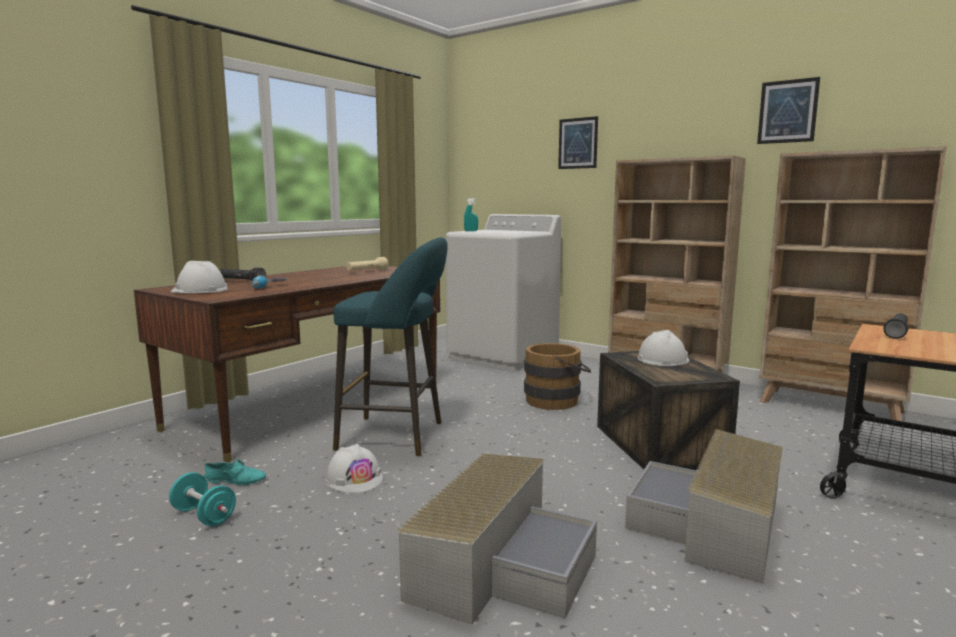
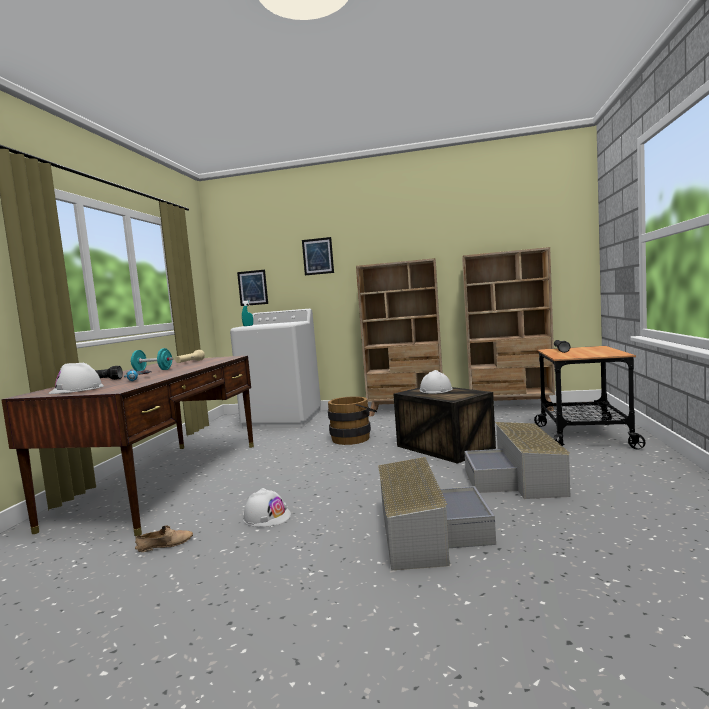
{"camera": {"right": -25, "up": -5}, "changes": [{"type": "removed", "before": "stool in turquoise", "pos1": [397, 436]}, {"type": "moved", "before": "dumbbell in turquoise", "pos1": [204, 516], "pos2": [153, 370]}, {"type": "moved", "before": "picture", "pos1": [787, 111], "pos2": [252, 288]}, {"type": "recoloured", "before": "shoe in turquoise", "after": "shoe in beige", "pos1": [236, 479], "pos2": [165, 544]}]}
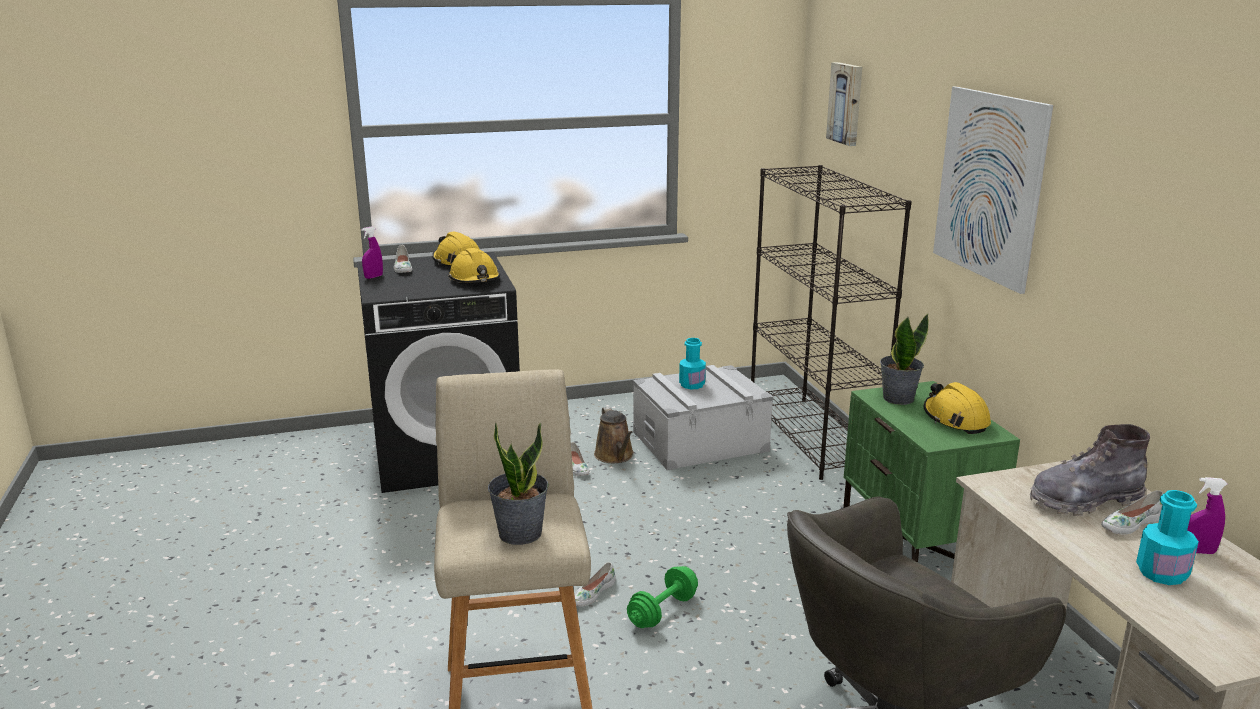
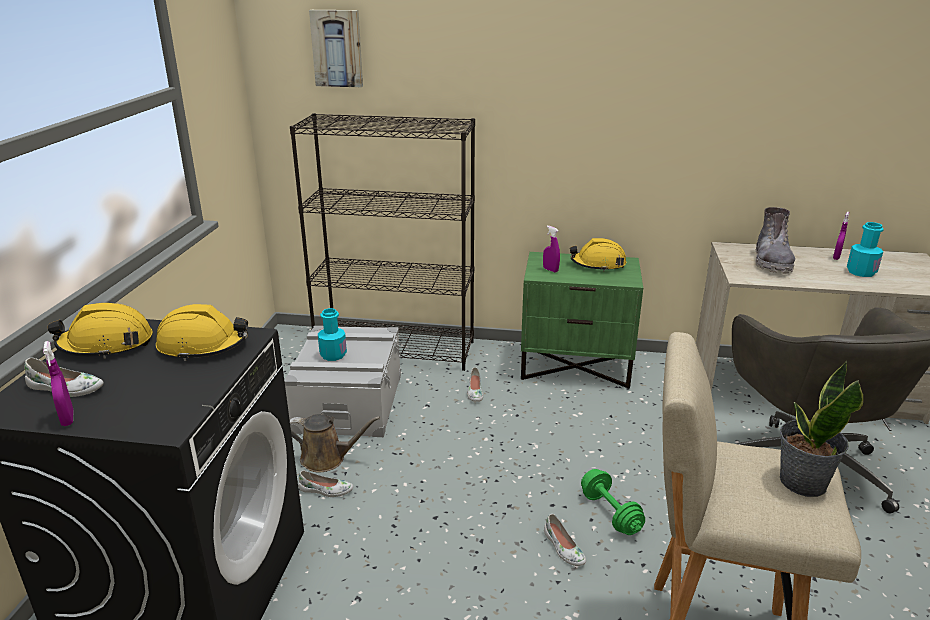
{"camera": {"right": -65, "up": 5}, "changes": [{"type": "removed", "before": "picture", "pos1": [989, 186]}, {"type": "moved", "before": "shoe in white", "pos1": [1130, 523], "pos2": [474, 391]}, {"type": "replaced", "before": "potted plant", "after": "spray bottle in purple", "pos1": [897, 398], "pos2": [550, 270]}]}
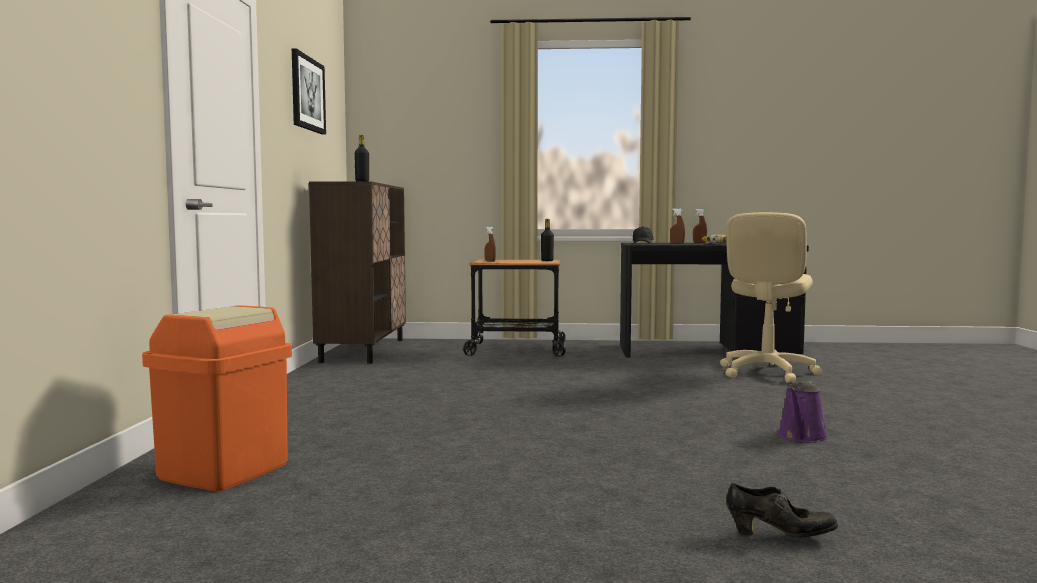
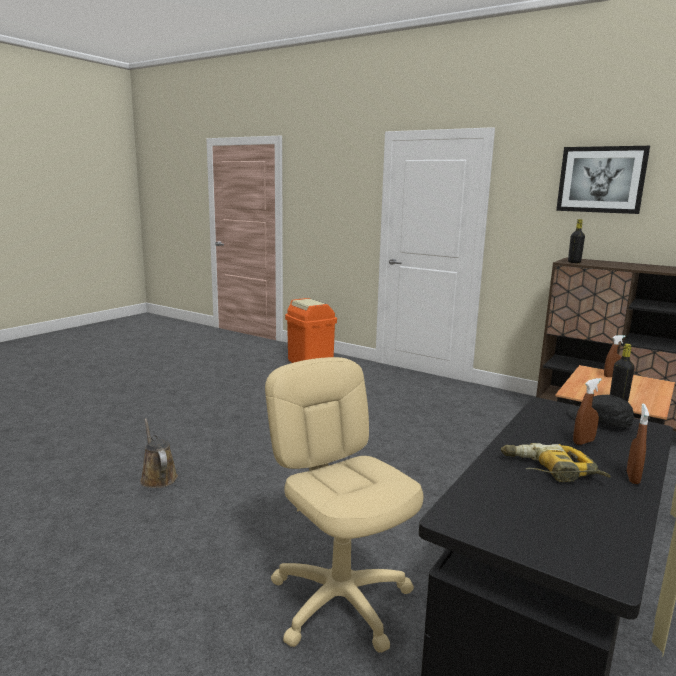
{"camera": {"right": 120, "up": 10}, "changes": [{"type": "removed", "before": "shoe in black", "pos1": [780, 536]}, {"type": "recoloured", "before": "watering can in purple", "after": "watering can in brown", "pos1": [801, 437], "pos2": [158, 477]}]}
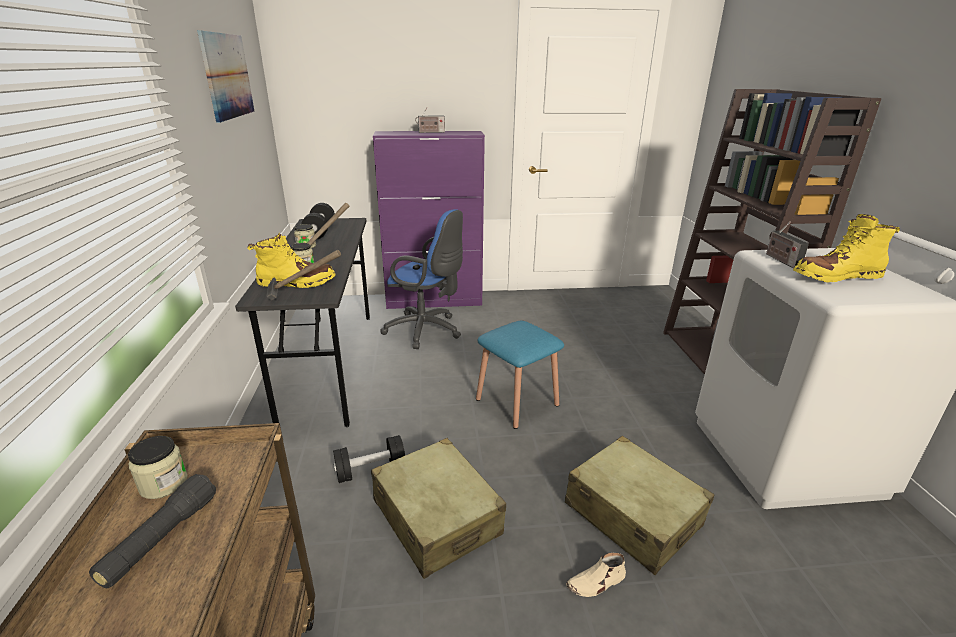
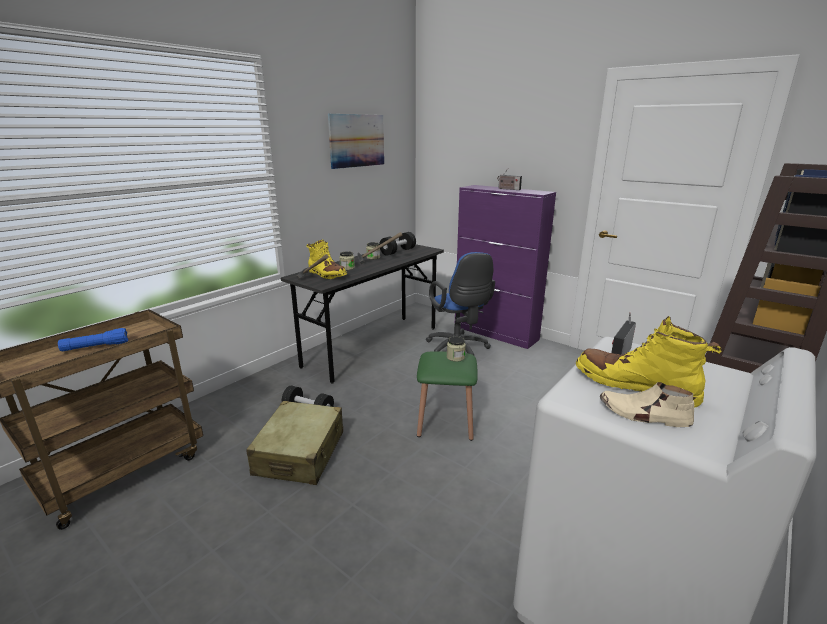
{"camera": {"right": 45, "up": -5}, "changes": [{"type": "removed", "before": "suitcase in beige", "pos1": [632, 514]}, {"type": "moved", "before": "jar", "pos1": [163, 483], "pos2": [455, 357]}, {"type": "moved", "before": "shoe in beige", "pos1": [596, 582], "pos2": [643, 415]}, {"type": "recoloured", "before": "flashlight in black", "after": "flashlight in blue", "pos1": [161, 538], "pos2": [95, 347]}, {"type": "recoloured", "before": "stool in blue", "after": "stool in green", "pos1": [517, 402], "pos2": [445, 422]}]}
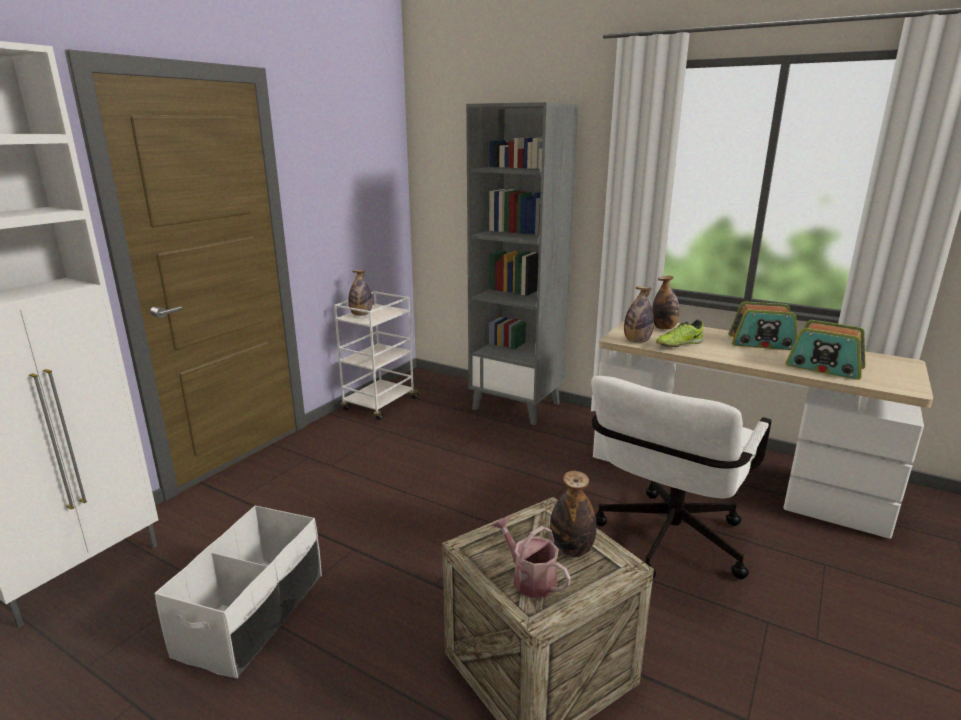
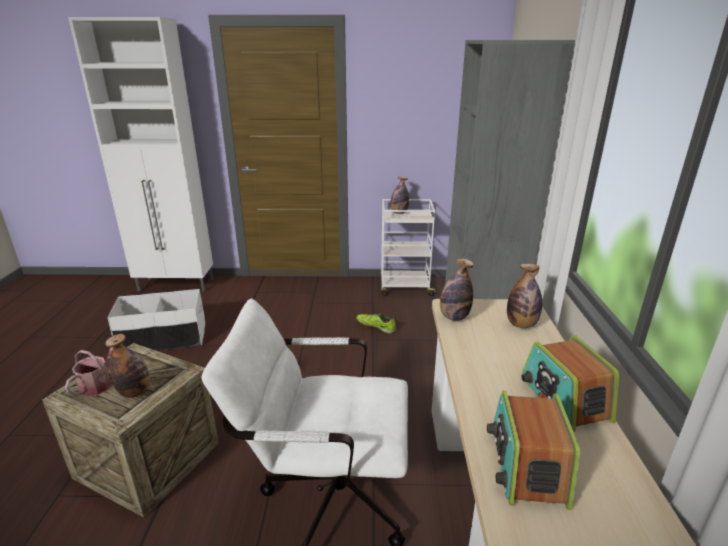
{"camera": {"right": 60, "up": 5}, "changes": [{"type": "moved", "before": "shoe", "pos1": [678, 344], "pos2": [376, 326]}]}
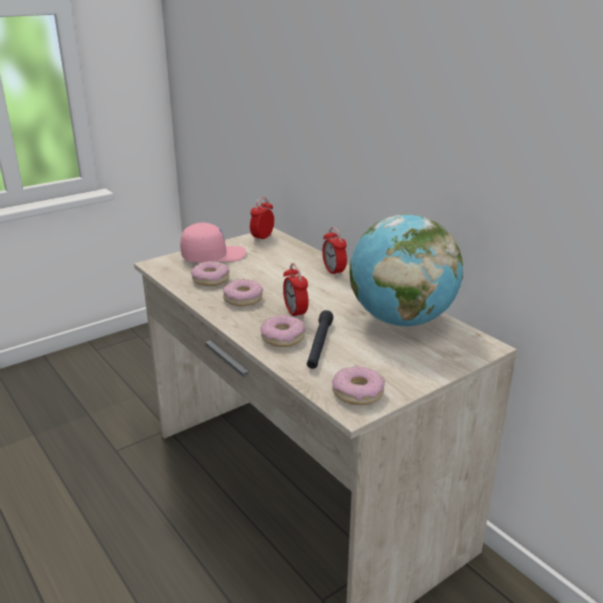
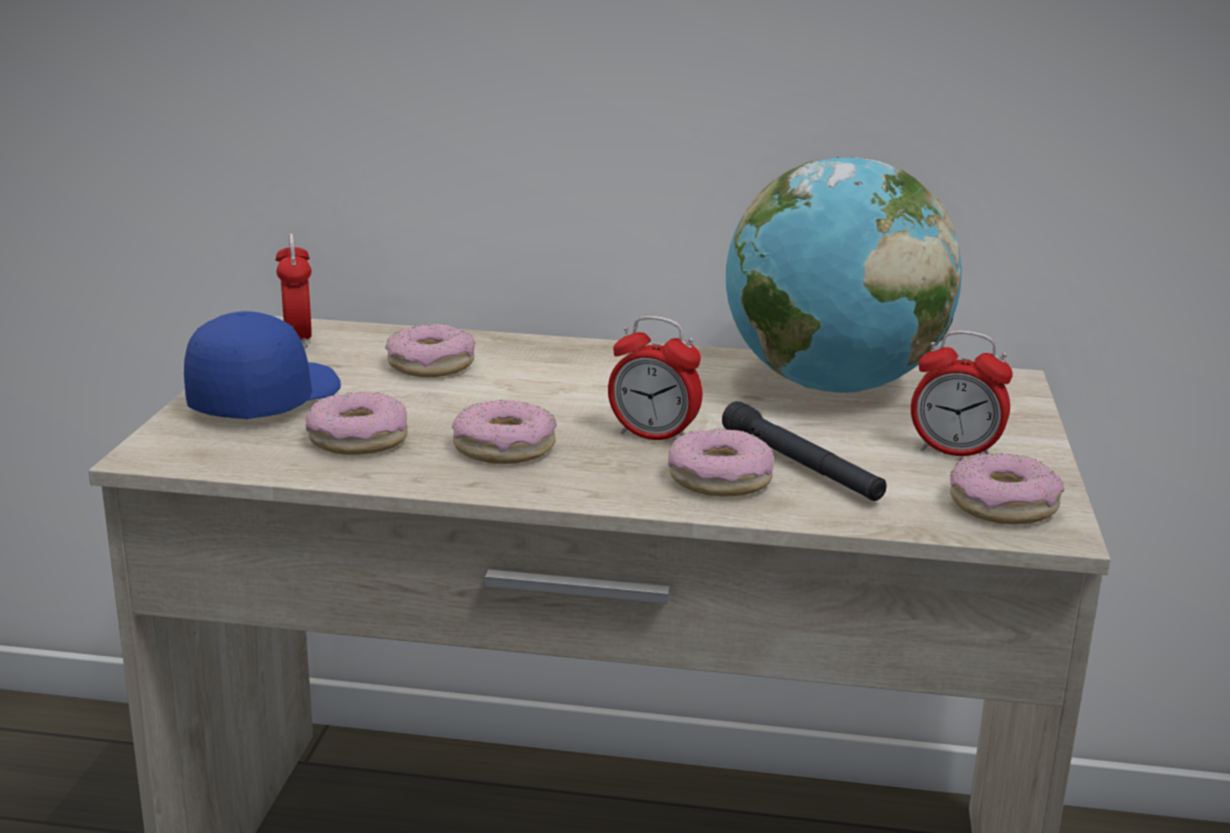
{"camera": {"right": -45, "up": -5}, "changes": [{"type": "added", "after": "donut", "pos2": [431, 365]}, {"type": "moved", "before": "alarm clock", "pos1": [334, 272], "pos2": [955, 452]}, {"type": "recoloured", "before": "cap in pink", "after": "cap in blue", "pos1": [213, 256], "pos2": [264, 399]}]}
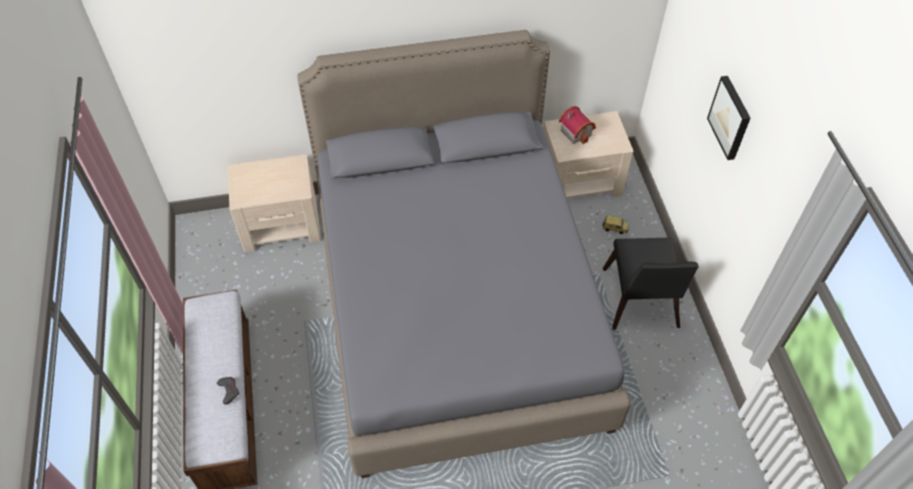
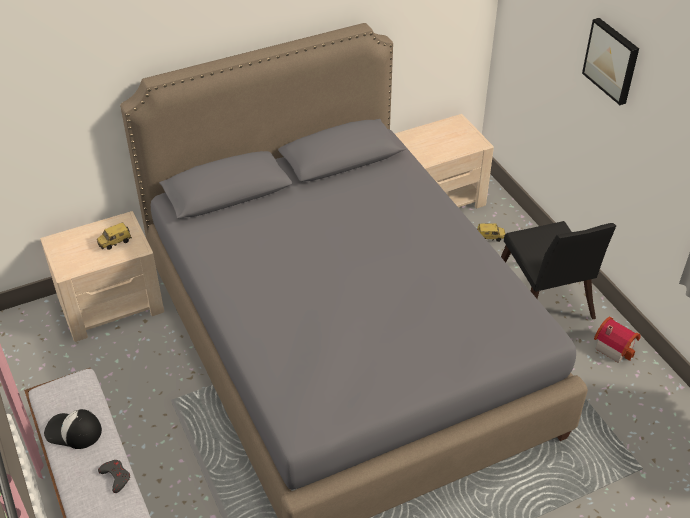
{"camera": {"right": -15, "up": -10}, "changes": [{"type": "added", "after": "cap", "pos2": [73, 431]}, {"type": "added", "after": "toy car", "pos2": [115, 243]}, {"type": "moved", "before": "toy house", "pos1": [577, 131], "pos2": [614, 346]}]}
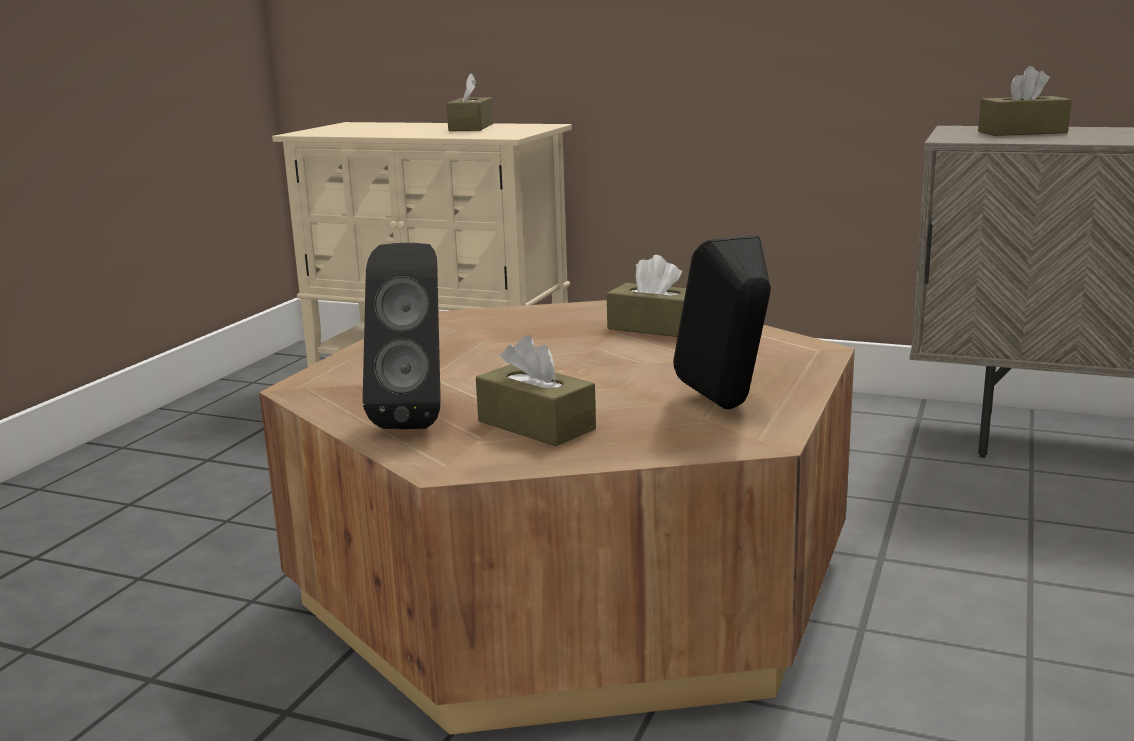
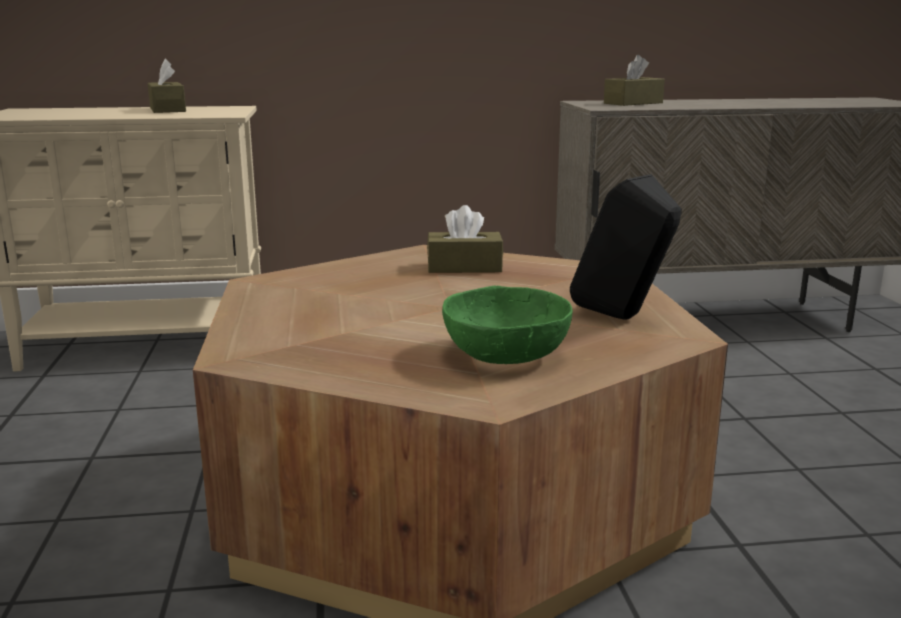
{"camera": {"right": -30, "up": 0}, "changes": [{"type": "removed", "before": "speaker in black", "pos1": [415, 418]}, {"type": "replaced", "before": "tissue box in brown", "after": "bowl in green", "pos1": [536, 425], "pos2": [506, 355]}]}
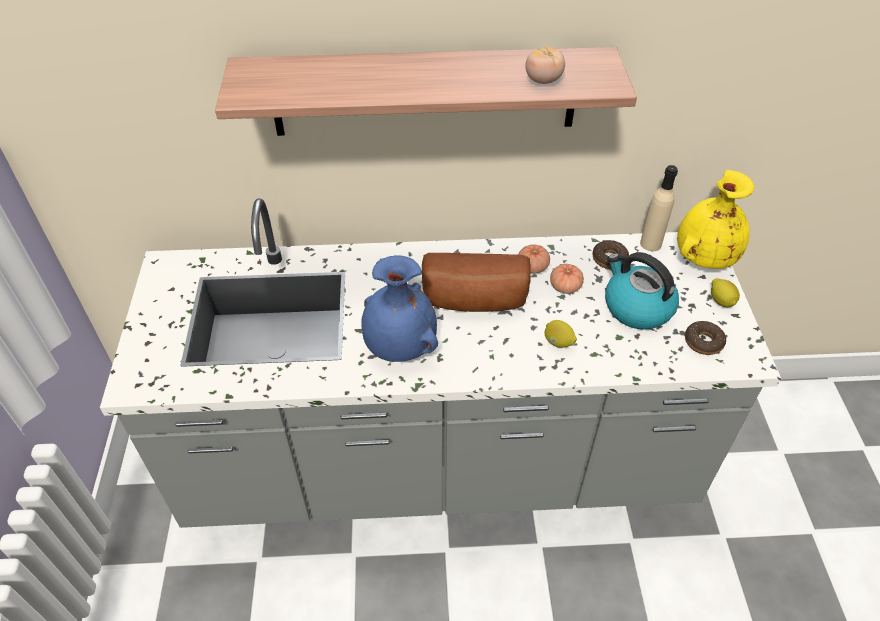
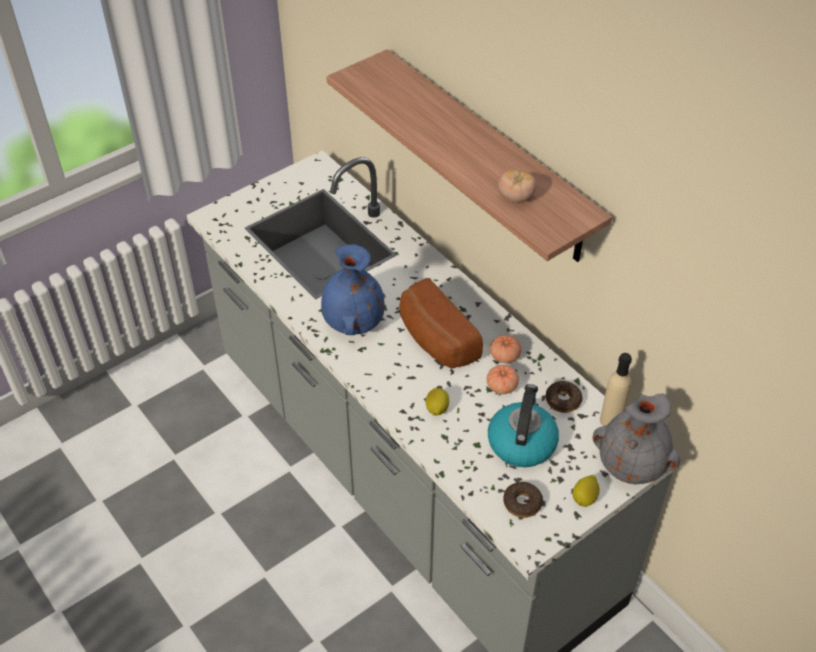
{"camera": {"right": 55, "up": 0}, "changes": [{"type": "recoloured", "before": "vase in yellow", "after": "vase in grey", "pos1": [703, 257], "pos2": [631, 464]}]}
